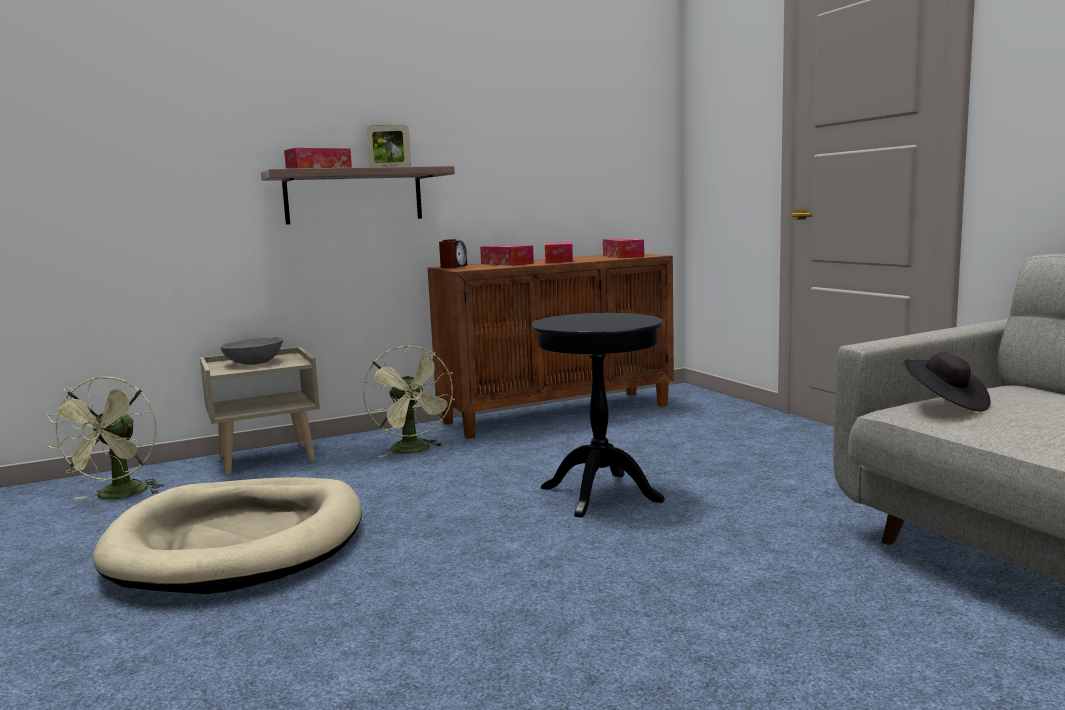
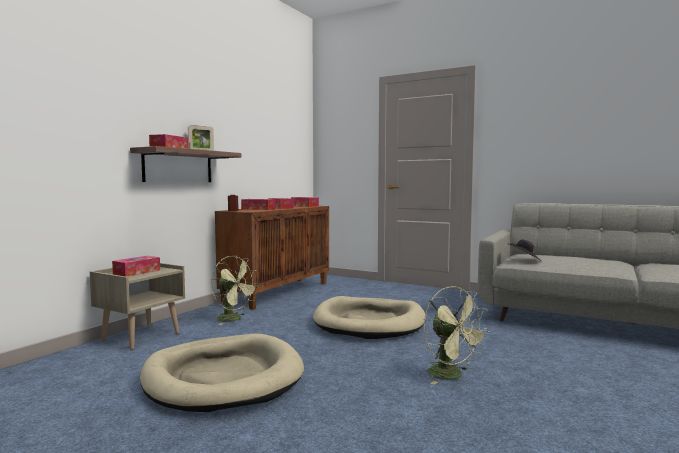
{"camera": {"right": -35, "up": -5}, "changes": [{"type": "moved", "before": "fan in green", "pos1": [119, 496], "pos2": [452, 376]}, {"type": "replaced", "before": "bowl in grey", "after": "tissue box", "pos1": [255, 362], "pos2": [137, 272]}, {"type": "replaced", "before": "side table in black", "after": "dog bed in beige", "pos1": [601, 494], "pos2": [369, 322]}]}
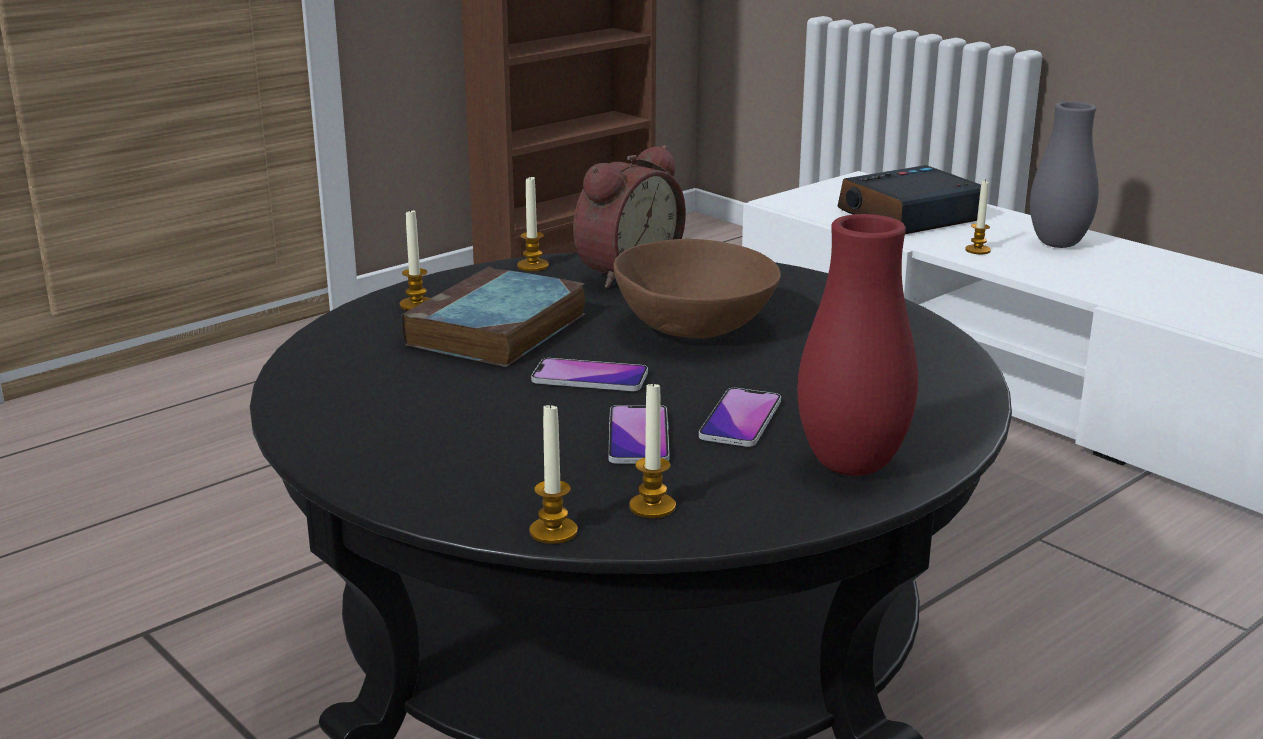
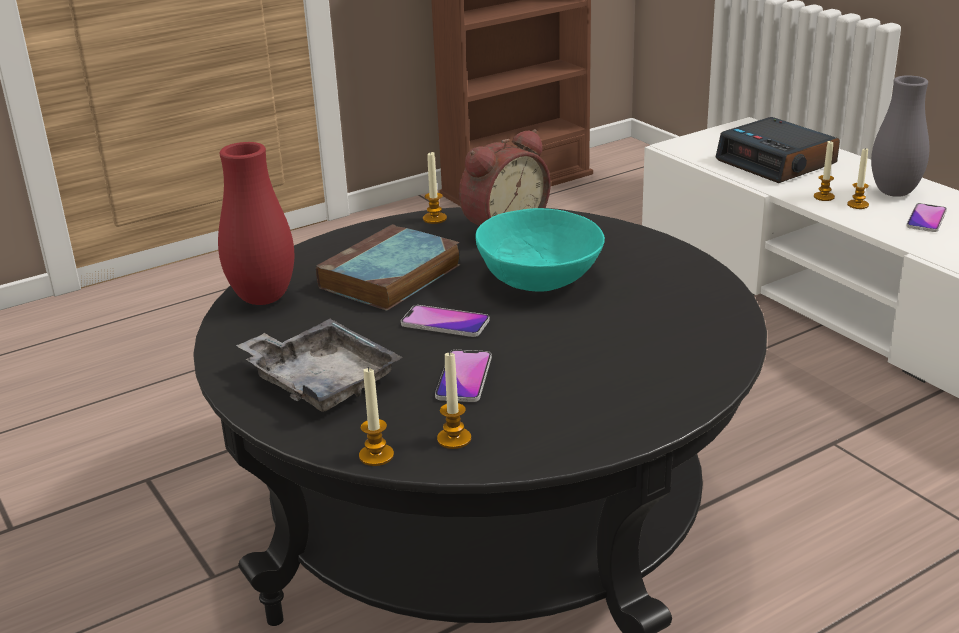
{"camera": {"right": 10, "up": 5}, "changes": [{"type": "added", "after": "tray in grey", "pos2": [321, 381]}, {"type": "moved", "before": "candle", "pos1": [416, 305], "pos2": [858, 205]}, {"type": "moved", "before": "phone", "pos1": [740, 419], "pos2": [926, 219]}, {"type": "moved", "before": "vase in red", "pos1": [851, 465], "pos2": [263, 298]}, {"type": "recoloured", "before": "bowl in brown", "after": "bowl in turquoise", "pos1": [695, 326], "pos2": [540, 279]}, {"type": "turned", "before": "alarm clock", "pos1": [909, 216], "pos2": [777, 162], "turn": -105}]}
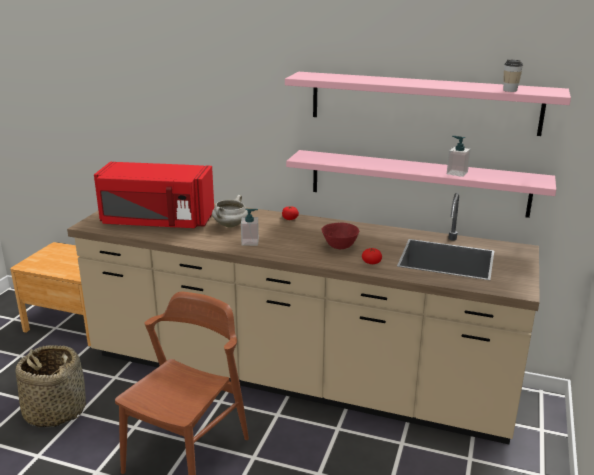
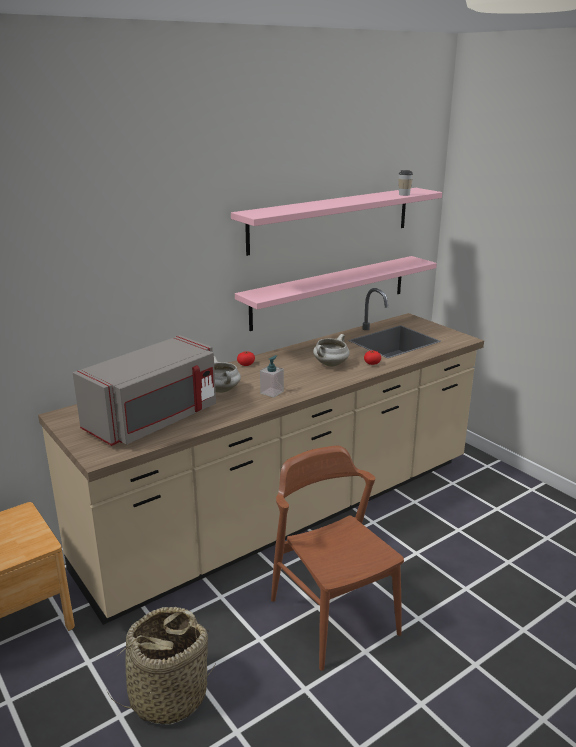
{"camera": {"right": -55, "up": 0}, "changes": [{"type": "removed", "before": "soap dispenser", "pos1": [457, 173]}, {"type": "replaced", "before": "bowl in red", "after": "cooking pot in white", "pos1": [339, 247], "pos2": [331, 364]}, {"type": "recoloured", "before": "microwave in red", "after": "microwave in grey", "pos1": [156, 221], "pos2": [154, 420]}]}
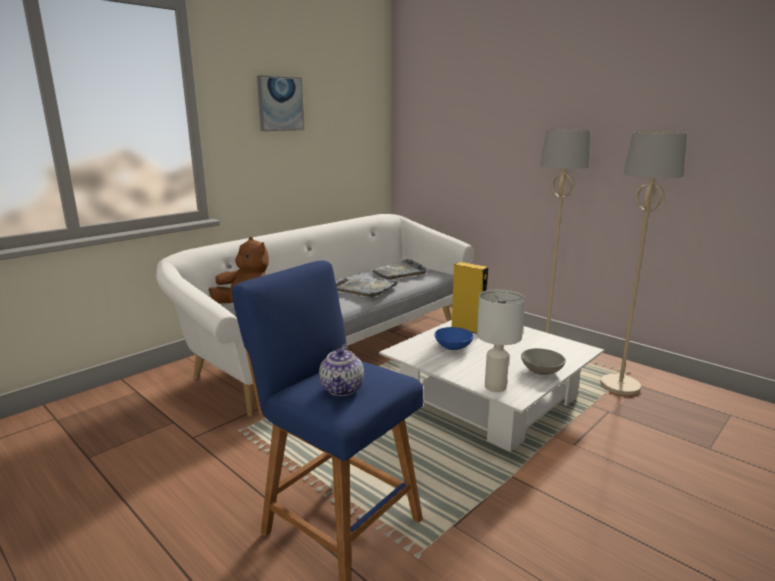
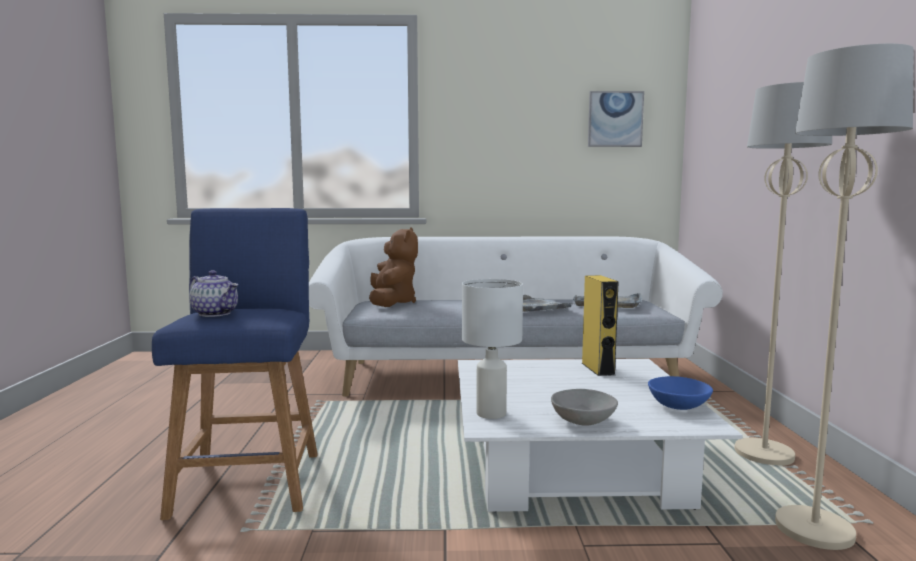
{"camera": {"right": 45, "up": -10}, "changes": [{"type": "moved", "before": "picture", "pos1": [280, 104], "pos2": [615, 119]}, {"type": "moved", "before": "bowl in blue", "pos1": [453, 347], "pos2": [678, 406]}, {"type": "turned", "before": "teapot", "pos1": [342, 389], "pos2": [216, 313], "turn": -105}]}
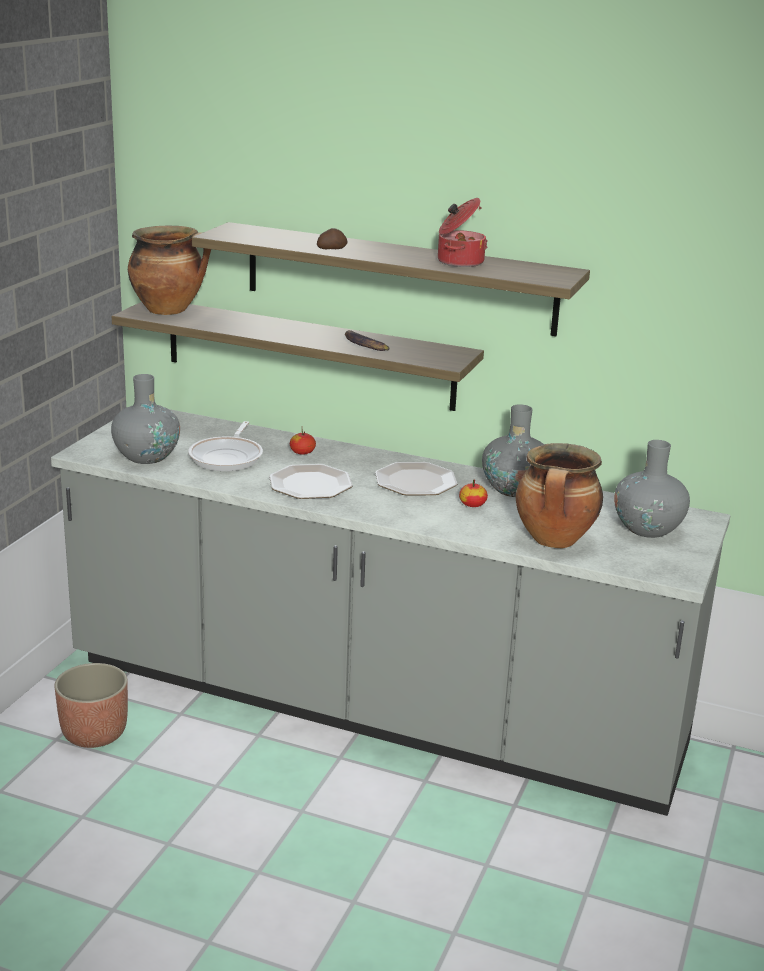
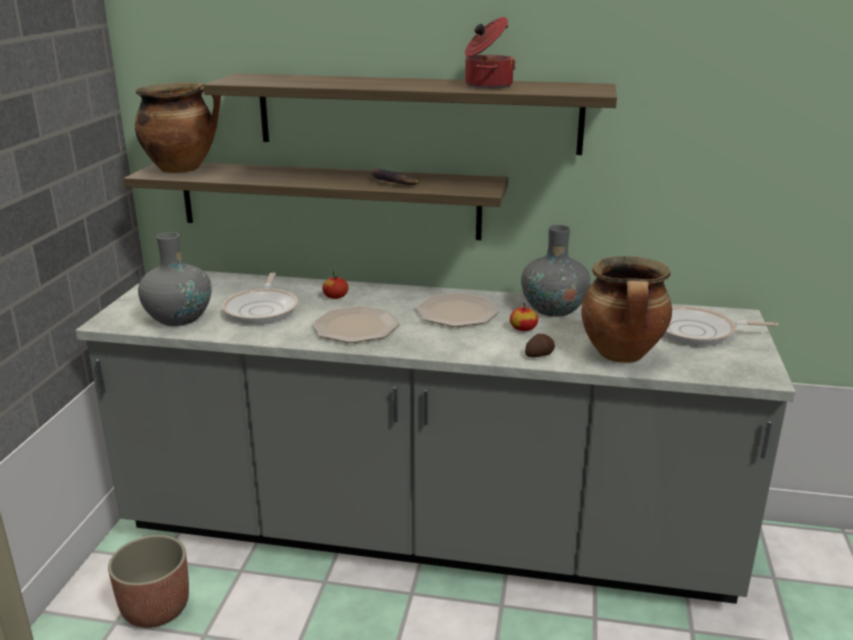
{"camera": {"right": -10, "up": 0}, "changes": [{"type": "moved", "before": "potato", "pos1": [331, 248], "pos2": [538, 354]}, {"type": "replaced", "before": "vase in grey", "after": "frying pan", "pos1": [647, 529], "pos2": [698, 332]}]}
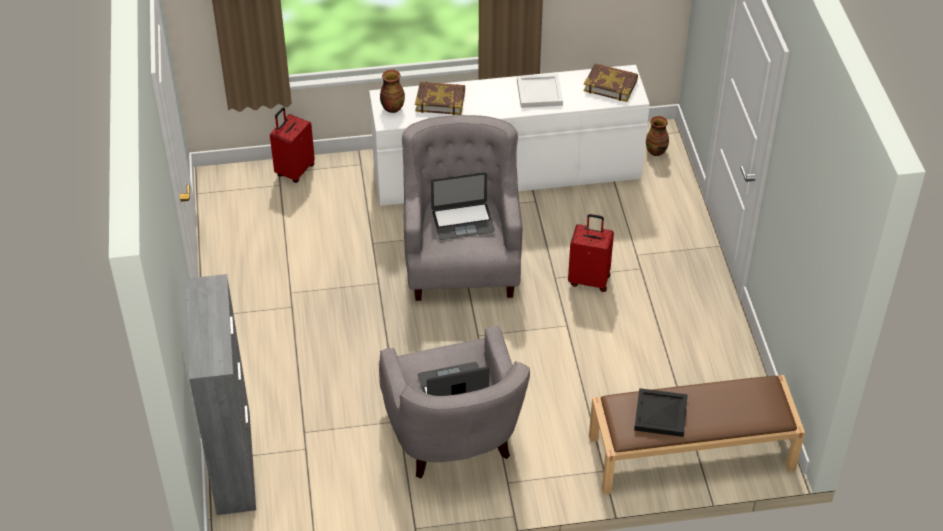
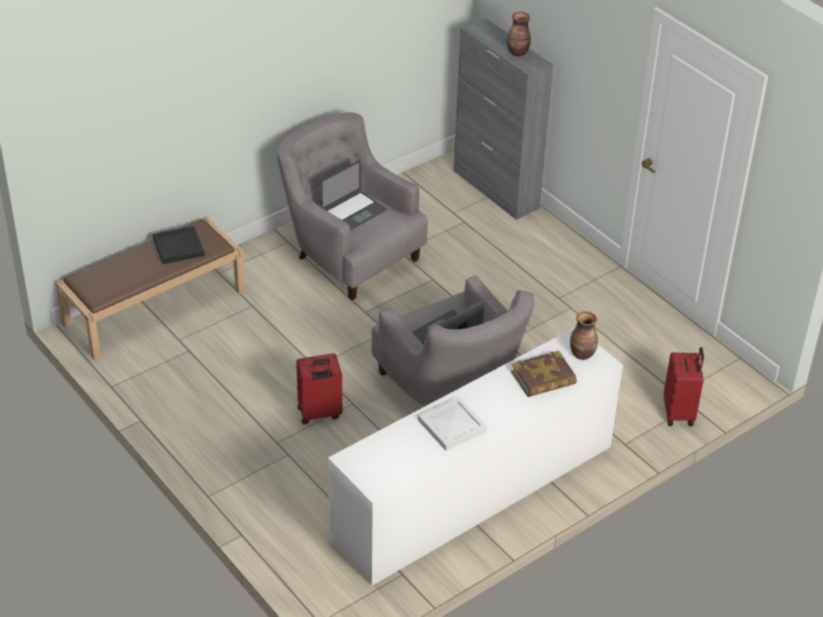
{"camera": {"right": 150, "up": -5}, "changes": [{"type": "removed", "before": "book", "pos1": [610, 85]}, {"type": "moved", "before": "vase", "pos1": [656, 151], "pos2": [517, 53]}]}
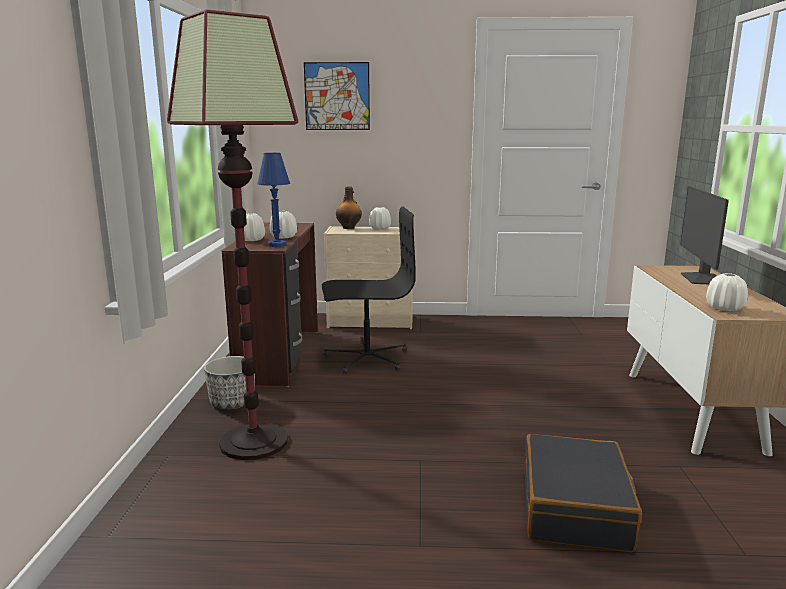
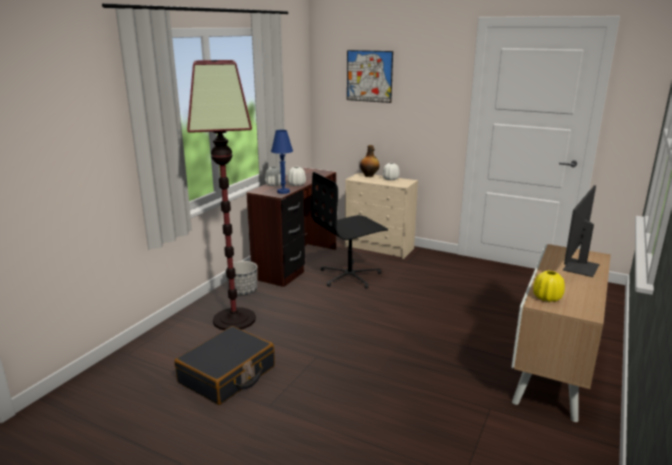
{"camera": {"right": 25, "up": 5}, "changes": [{"type": "moved", "before": "suitcase in black", "pos1": [575, 508], "pos2": [227, 375]}, {"type": "recoloured", "before": "vase in white", "after": "vase in yellow", "pos1": [724, 308], "pos2": [547, 298]}, {"type": "turned", "before": "office chair in black", "pos1": [366, 358], "pos2": [350, 276], "turn": 135}]}
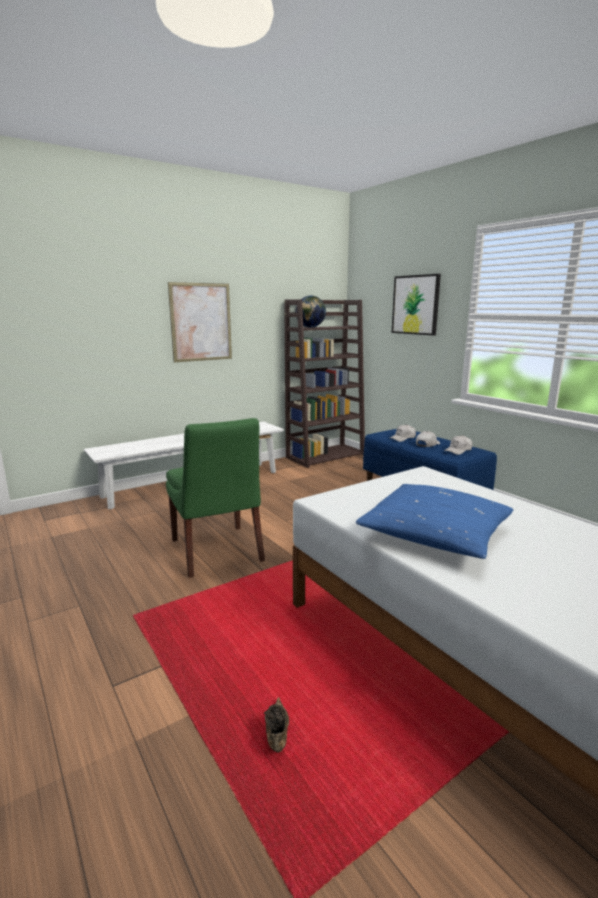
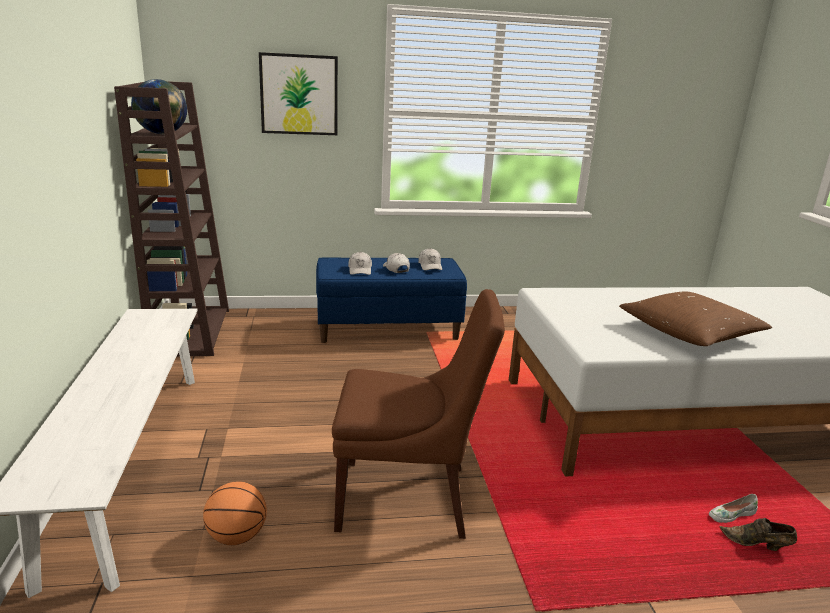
{"camera": {"right": -65, "up": 5}, "changes": [{"type": "removed", "before": "picture", "pos1": [201, 322]}, {"type": "added", "after": "basketball", "pos2": [236, 536]}, {"type": "added", "after": "shoe in white", "pos2": [730, 514]}, {"type": "recoloured", "before": "chair in green", "after": "chair in brown", "pos1": [217, 552], "pos2": [408, 498]}, {"type": "recoloured", "before": "pillow in blue", "after": "pillow in brown", "pos1": [435, 535], "pos2": [690, 333]}]}
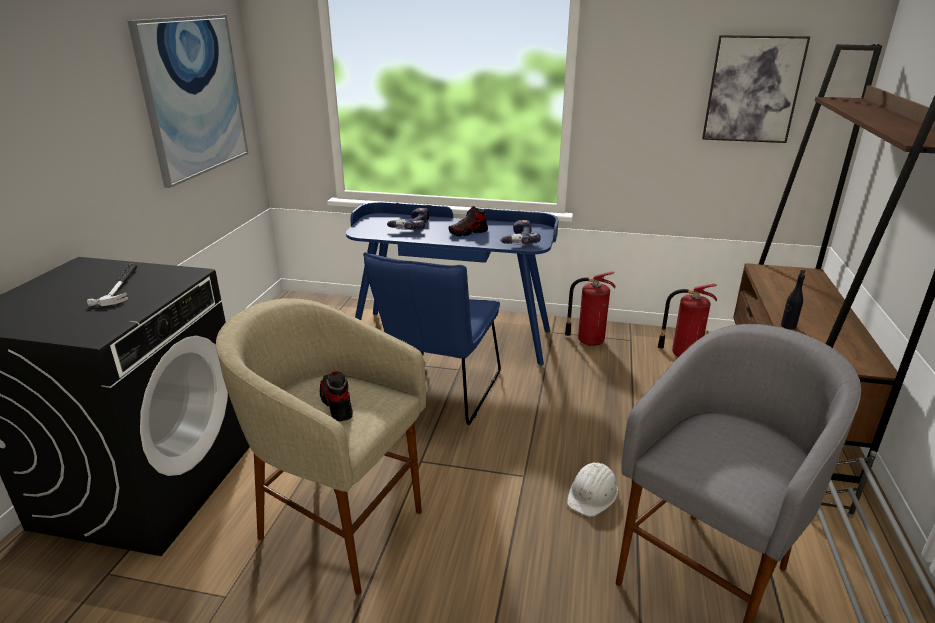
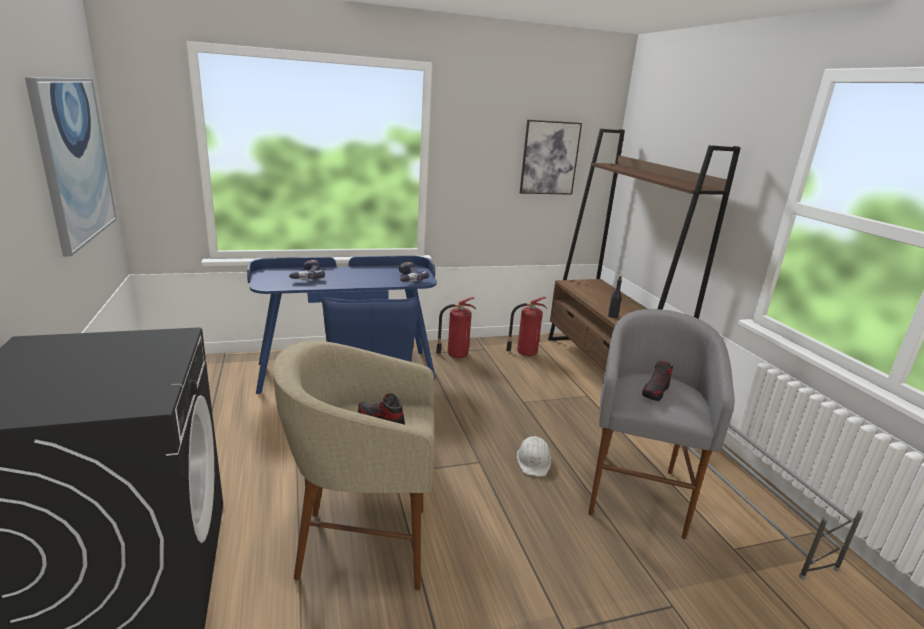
{"camera": {"right": -30, "up": -5}, "changes": [{"type": "removed", "before": "hammer", "pos1": [121, 286]}, {"type": "moved", "before": "shoe", "pos1": [468, 232], "pos2": [655, 392]}]}
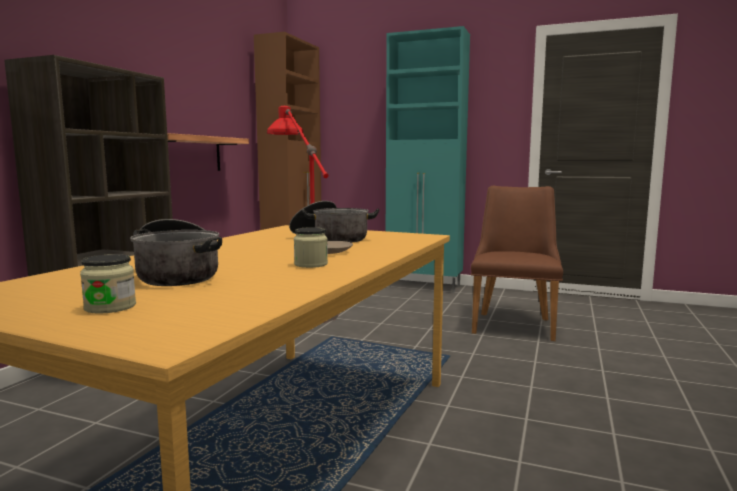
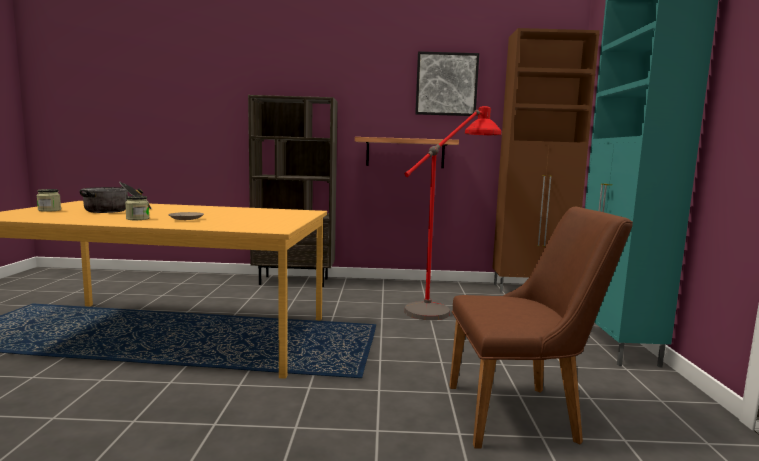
{"camera": {"right": 70, "up": 0}, "changes": [{"type": "removed", "before": "cooking pot", "pos1": [331, 238]}, {"type": "added", "after": "picture", "pos2": [446, 84]}]}
